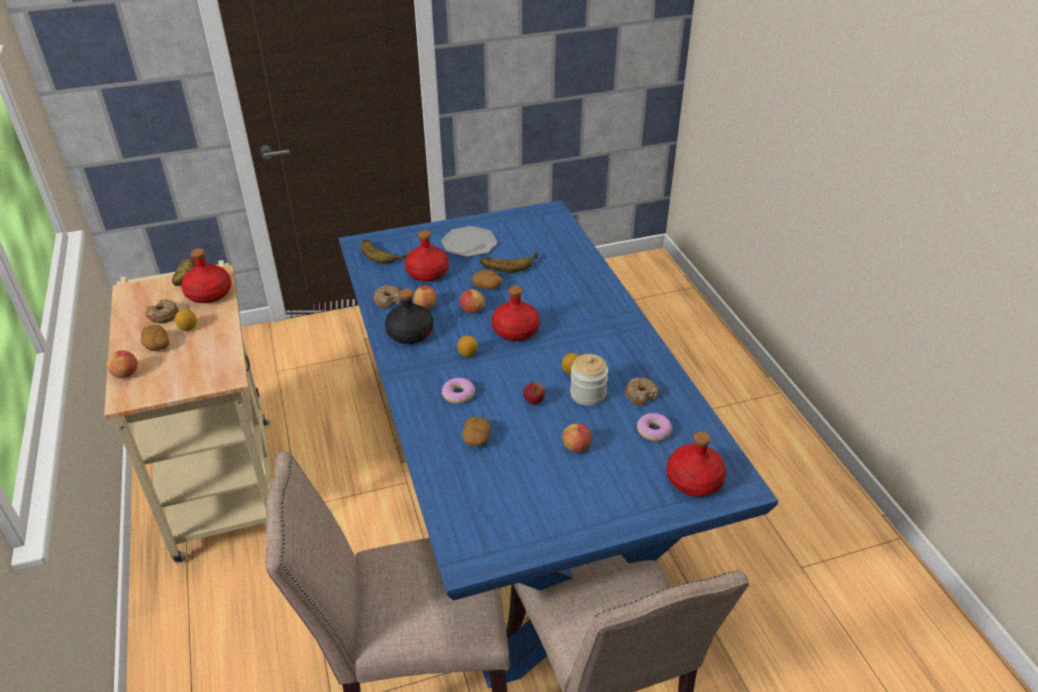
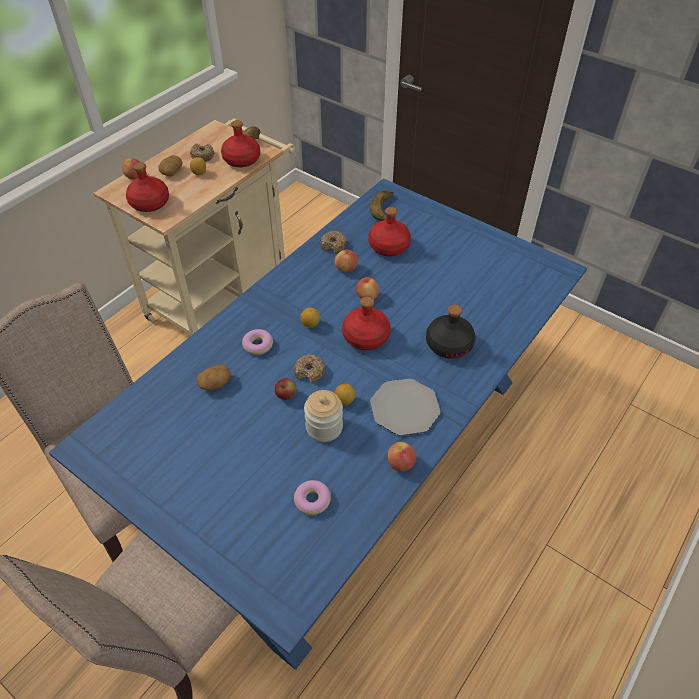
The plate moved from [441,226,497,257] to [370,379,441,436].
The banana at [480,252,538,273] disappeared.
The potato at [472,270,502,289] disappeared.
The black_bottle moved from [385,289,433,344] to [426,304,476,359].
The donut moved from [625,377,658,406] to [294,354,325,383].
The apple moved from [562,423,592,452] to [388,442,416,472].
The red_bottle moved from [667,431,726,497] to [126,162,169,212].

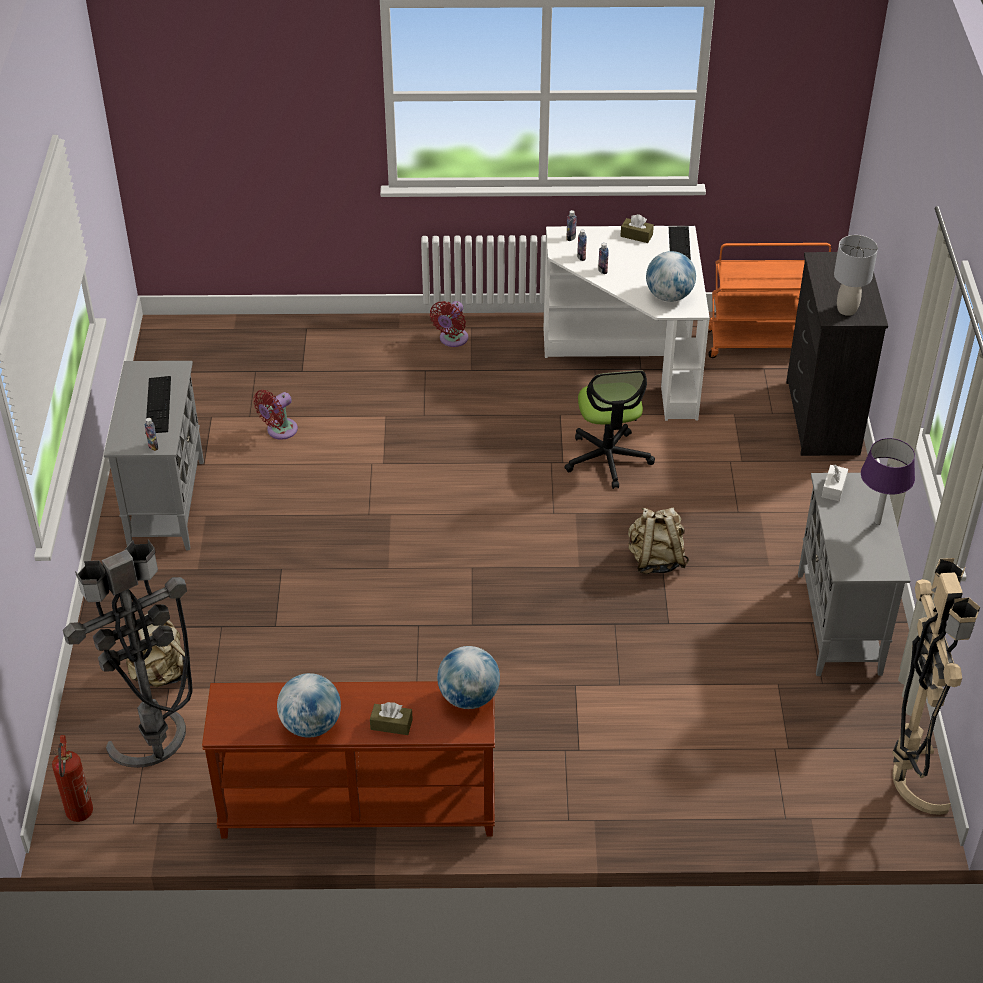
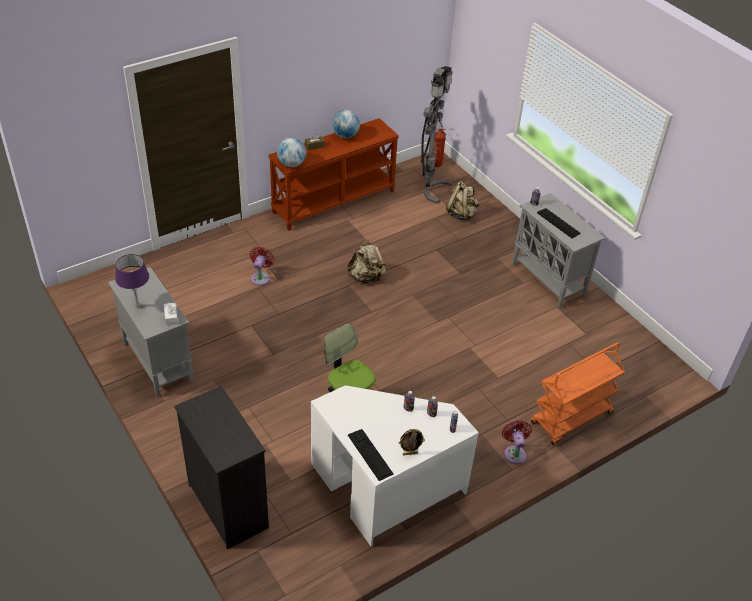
The brown_tissue_box at [621,214,654,243] was replaced by the picture_frame at [399,429,425,455].
The grey_table_lamp at [834,235,878,316] disappeared.
The orange_cart moved from [708,243,831,358] to [531,343,625,445].
The globe at [646,251,696,302] disappeared.
The red_fan moved from [254,390,298,440] to [250,247,274,286].
The beige_backpack moved from [628,507,689,574] to [347,240,386,283].
The beige_floor_lamp at [892,558,980,815] disappeared.

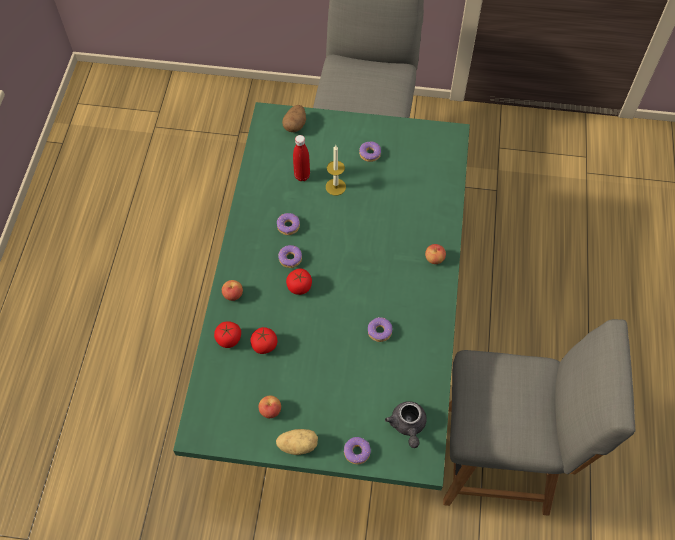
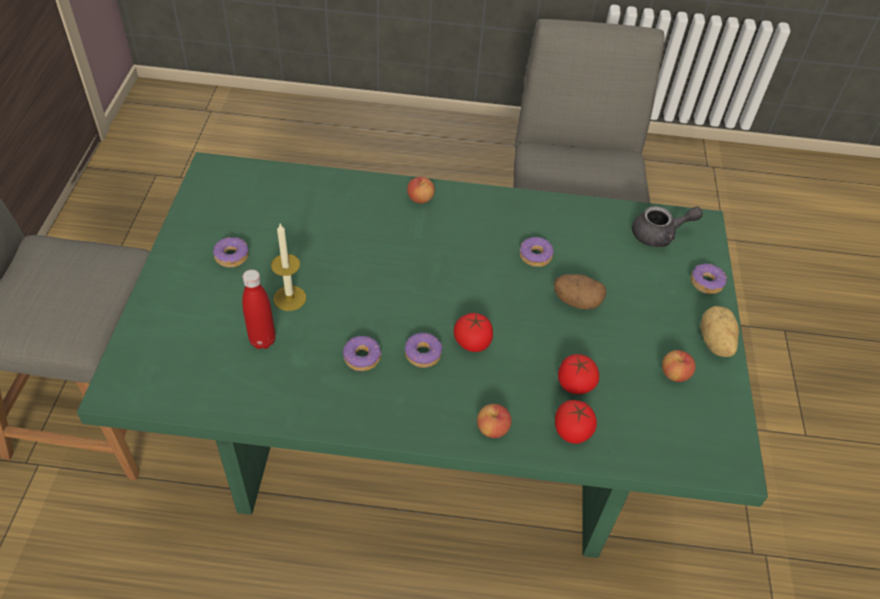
The potato moved from [282,105,306,132] to [554,274,606,309].

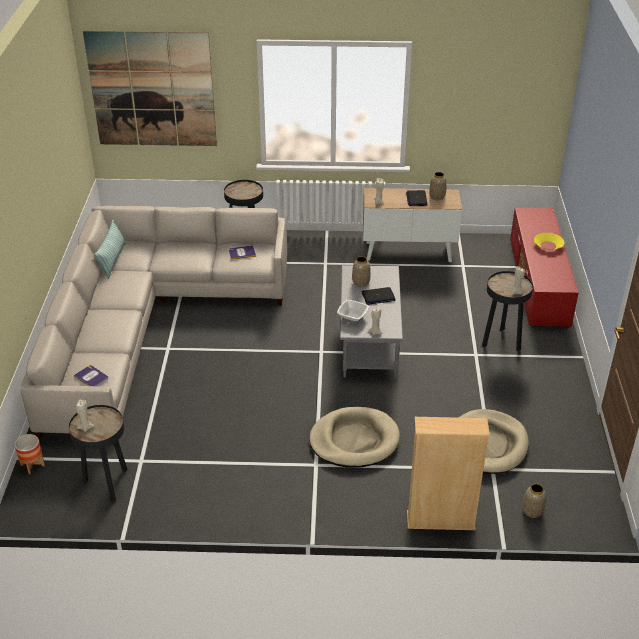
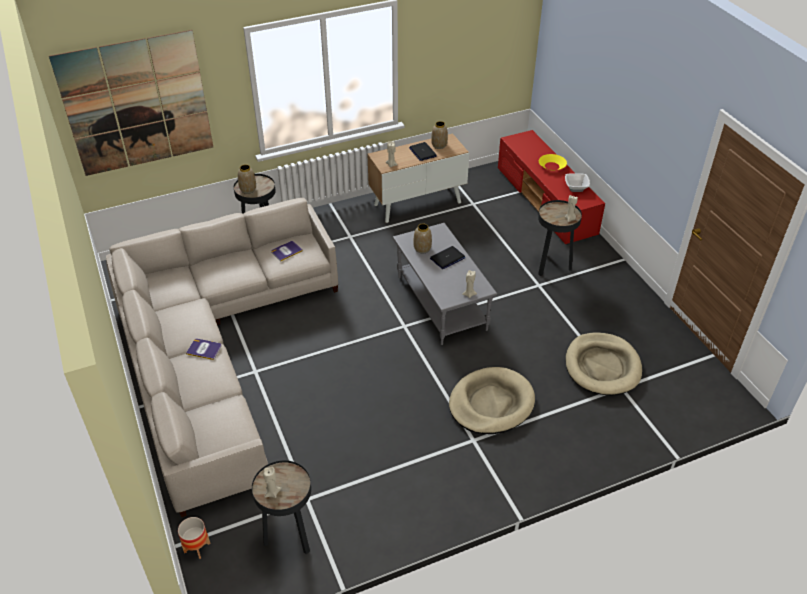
The pillow at [94,220,126,279] disappeared.
The bowl moved from [337,300,369,324] to [565,173,590,192].
The book moved from [73,365,109,386] to [186,339,222,360].
The beige_bookcase at [407,417,490,530] disappeared.
The vase moved from [522,484,546,518] to [238,164,256,194].

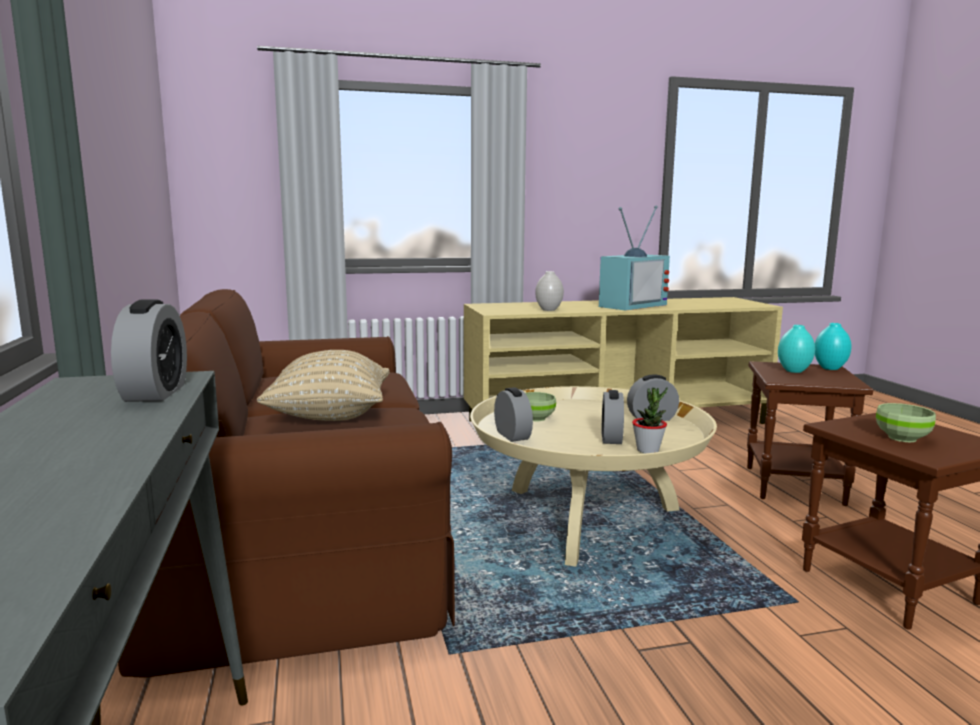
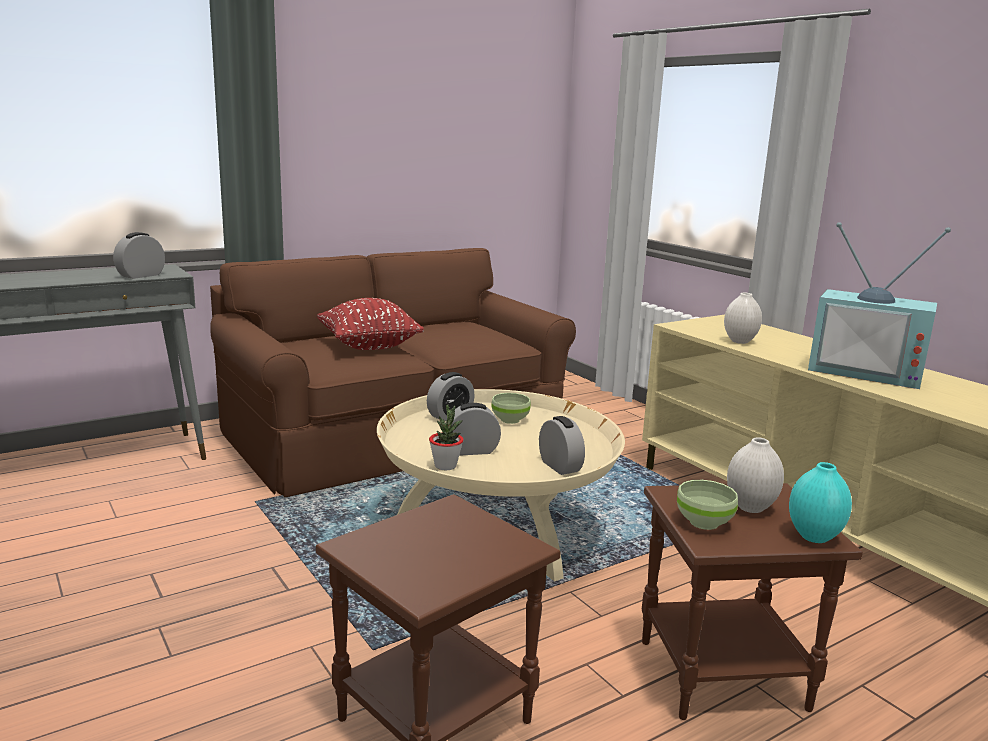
The alarm_clock at [111,299,187,402] turned 150 degrees clockwise.
The turquoise_vase at [778,325,815,373] became the white_vase at [727,437,784,513].
The beige_pillow at [257,350,390,421] became the red_pillow at [317,298,424,350].
The green_bowl moved from [876,403,936,442] to [677,480,738,530].

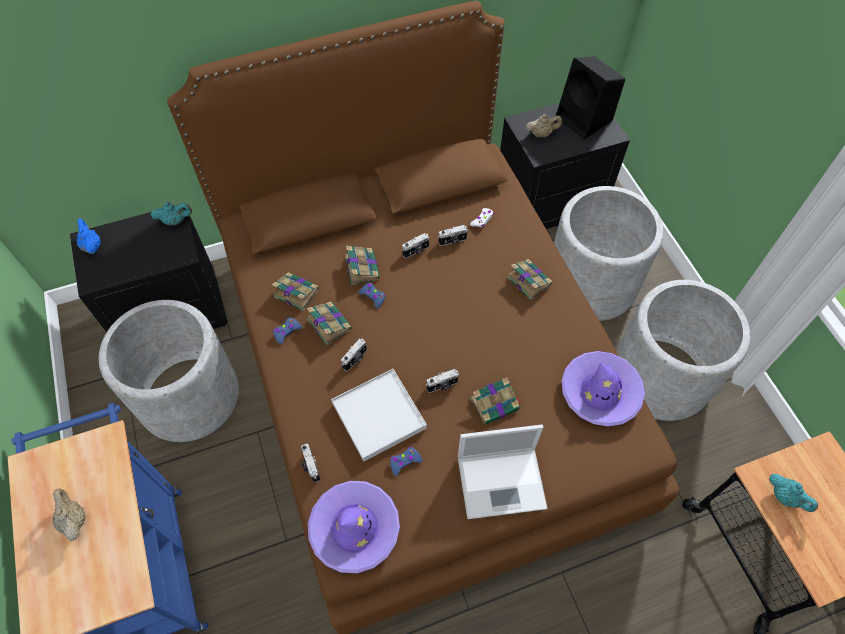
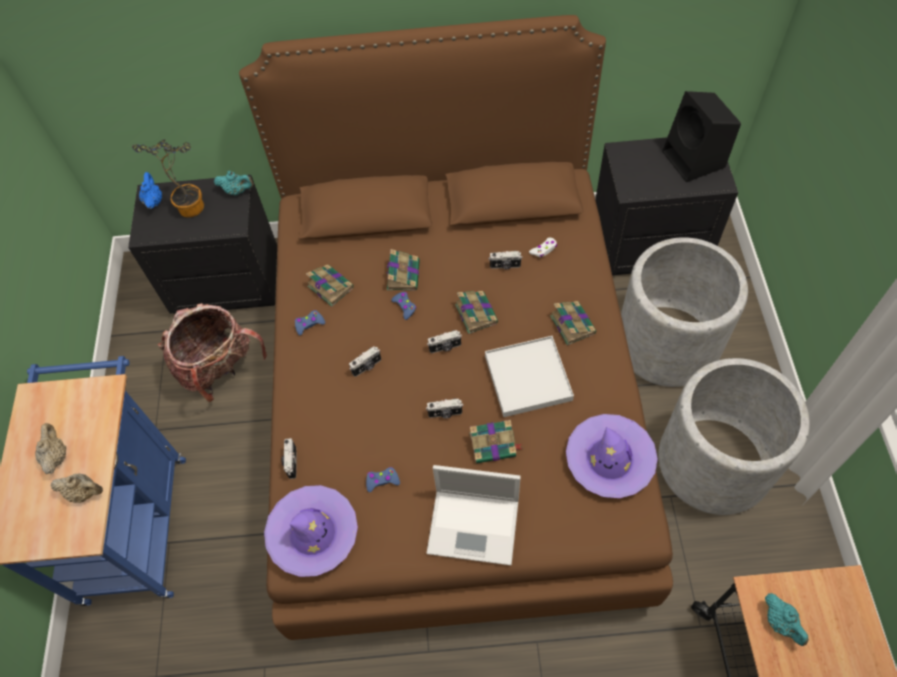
The beige_teapot moved from [525,114,562,137] to [50,474,103,503].
The photo_camera moved from [402,233,430,259] to [427,330,462,353].
The grey_planter at [99,300,239,442] was replaced by the backpack at [158,303,267,402].
The book moved from [307,302,352,346] to [455,290,498,334].
The white_tray moved from [331,369,427,462] to [485,336,574,417].
The potted_plant at [132,139,204,218] appeared.

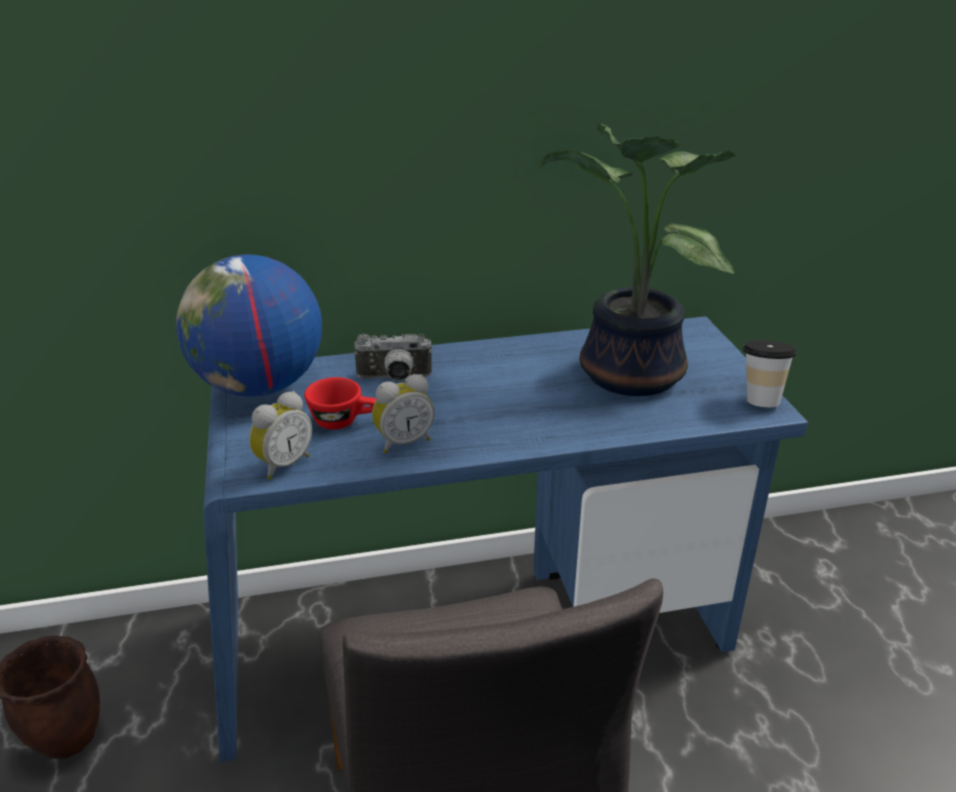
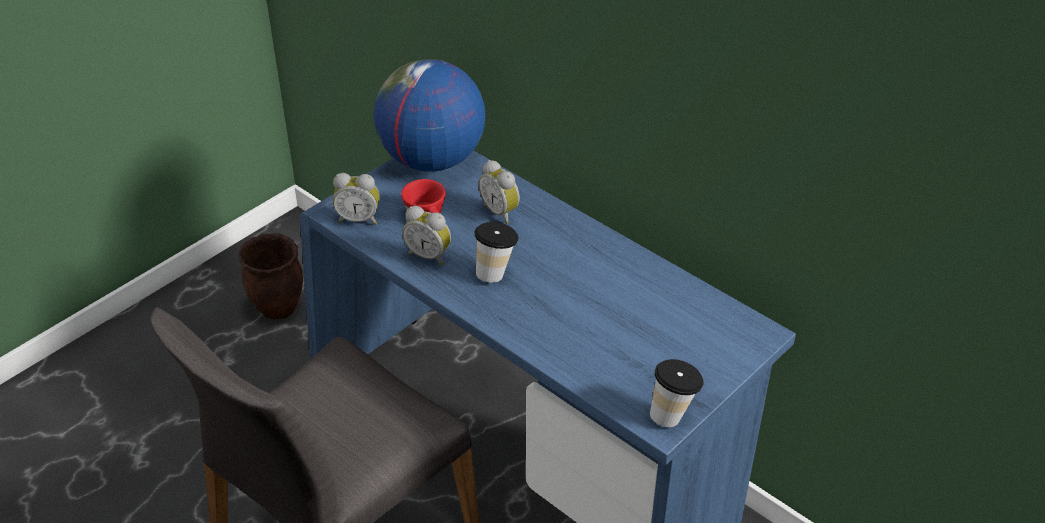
The potted_plant at [540,124,736,396] disappeared.
The photo_camera at [353,334,433,381] was replaced by the alarm_clock at [478,160,520,224].
The cup at [475,222,518,283] appeared.

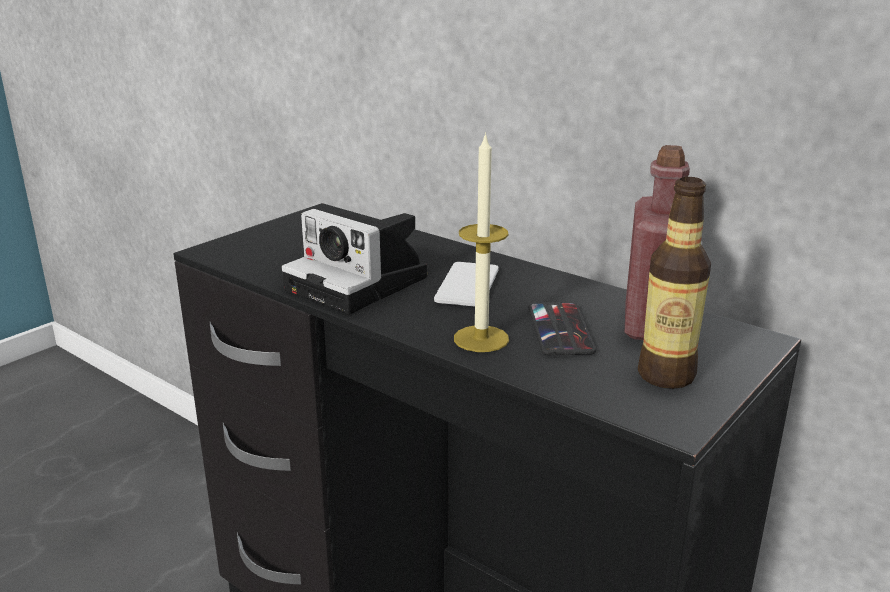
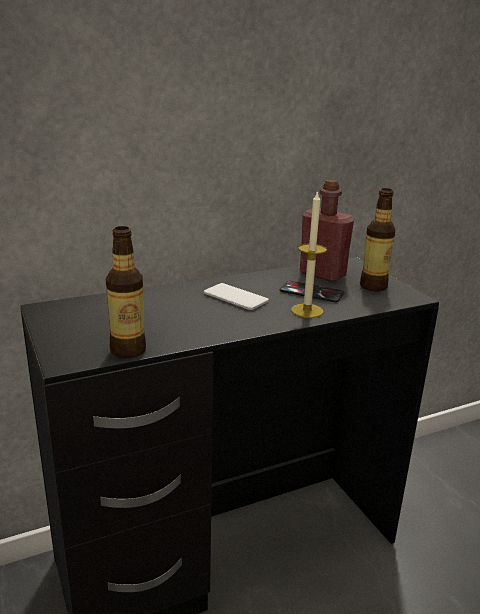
The photo_camera at [282,209,427,314] disappeared.
The bottle at [106,226,146,358] appeared.

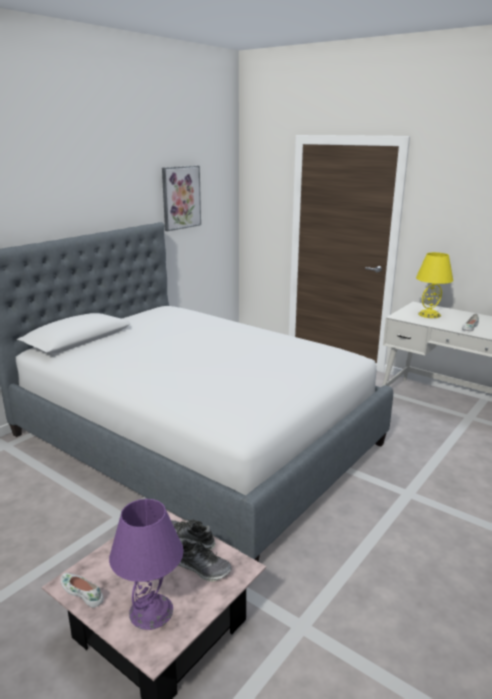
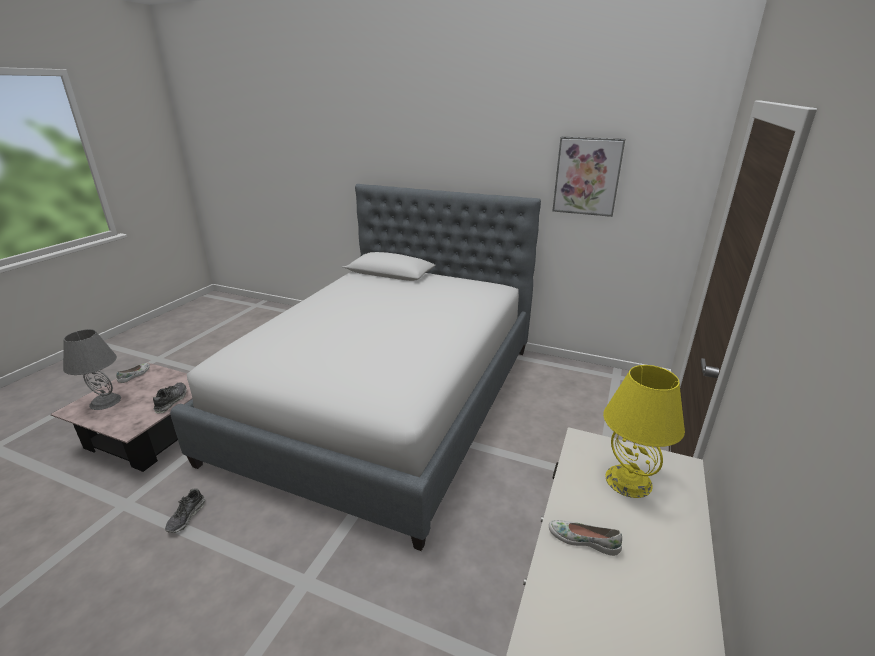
The purple_table_lamp at [109,499,183,630] became the grey_table_lamp at [63,329,121,410].
The shoe moved from [178,539,232,582] to [165,488,205,533].

